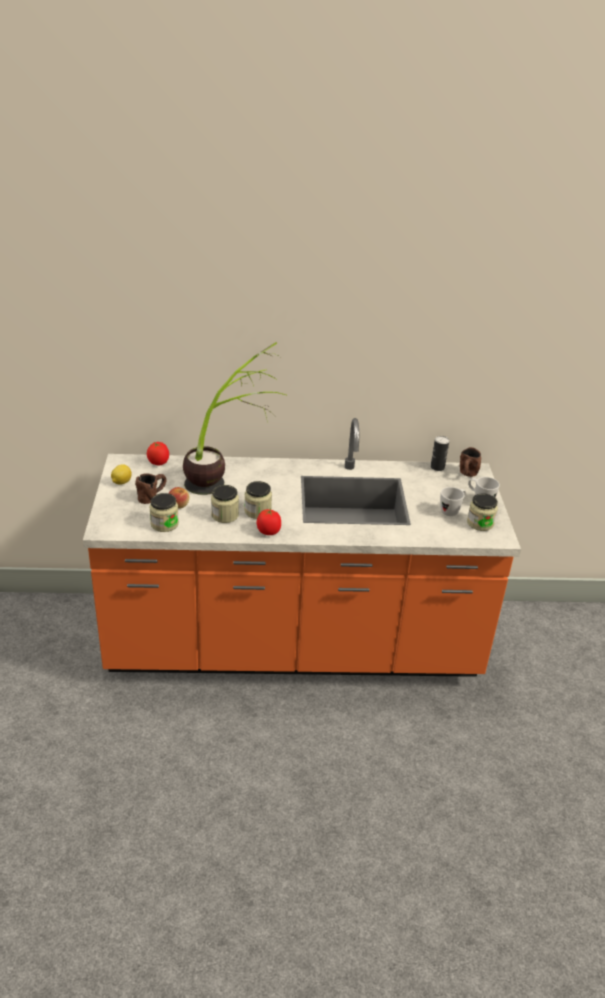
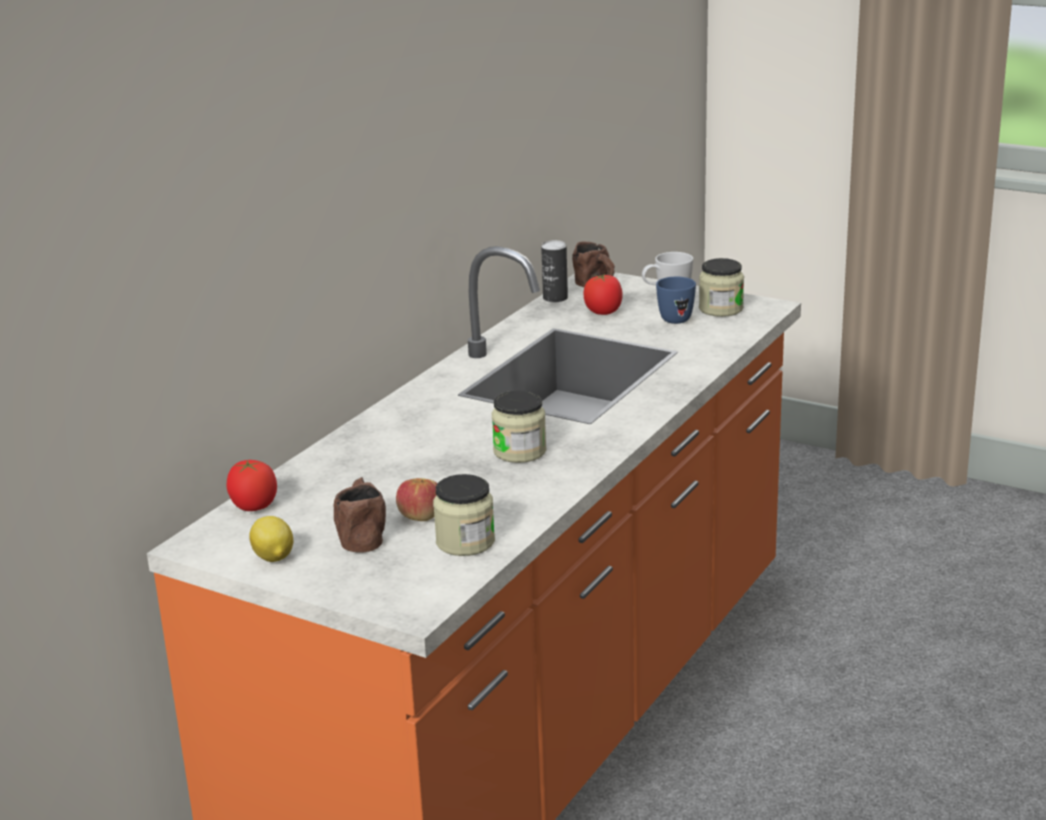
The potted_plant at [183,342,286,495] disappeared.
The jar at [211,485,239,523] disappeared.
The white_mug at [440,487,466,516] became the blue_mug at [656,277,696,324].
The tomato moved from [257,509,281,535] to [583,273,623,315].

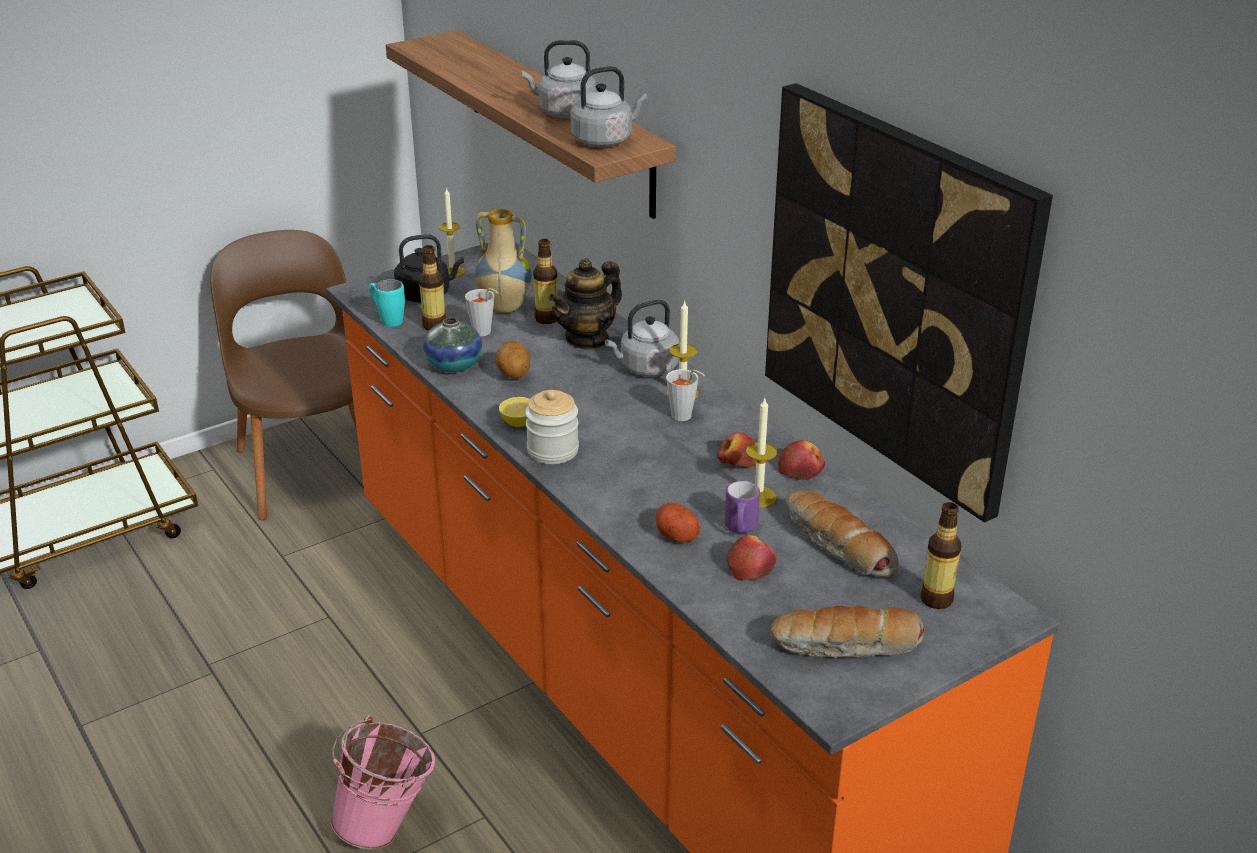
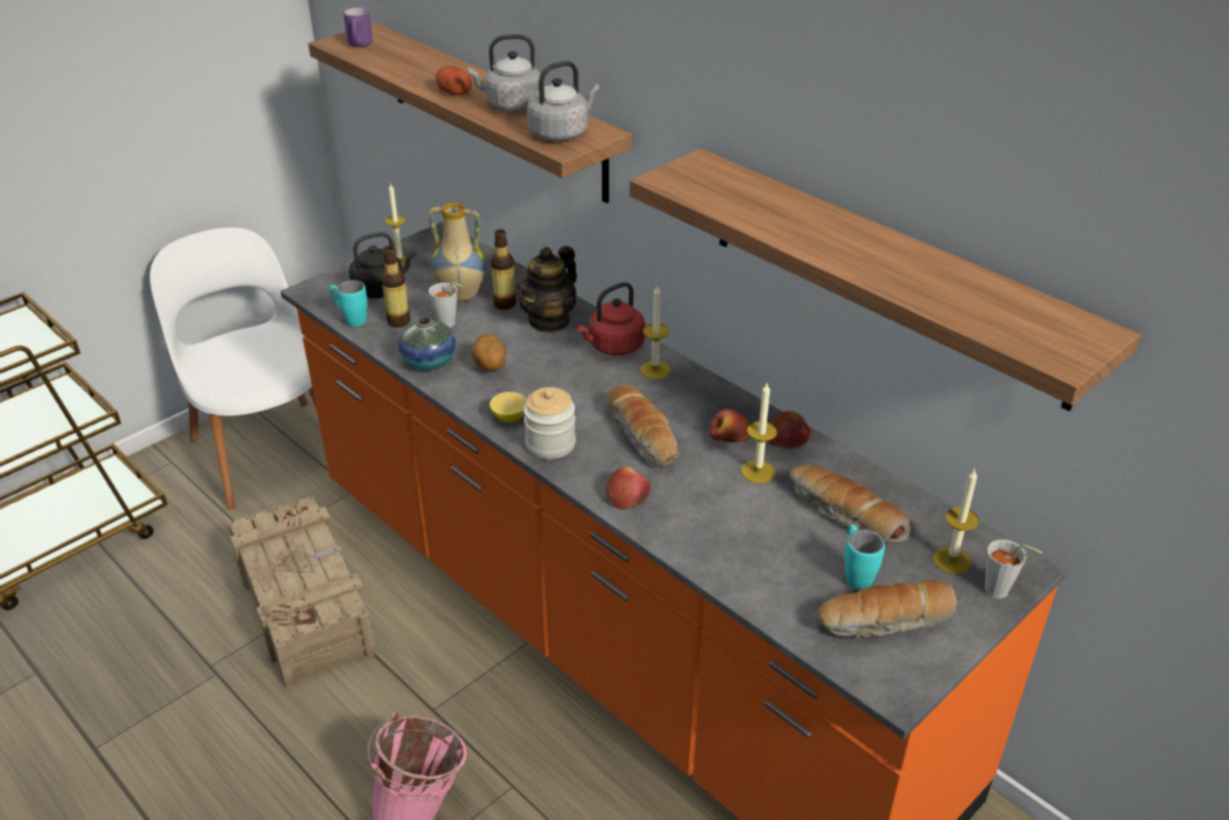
The picture at [765,83,1053,523] was replaced by the shelf at [630,149,1141,411].
The brown_chair at [210,230,357,520] became the white_chair at [150,227,317,510].
The grey_kettle at [605,300,679,376] became the red_kettle at [576,282,645,356].
The grey_cup moved from [666,369,705,421] to [985,540,1043,598].
The purple_mug moved from [725,481,760,533] to [344,8,373,47].
The potato moved from [656,502,700,543] to [436,66,472,95].
The bottle at [920,502,961,609] was replaced by the candle at [933,468,979,574].
The apple moved from [726,535,776,581] to [606,467,650,510].
The bread at [605,385,679,468] appeared.
The crate at [228,496,376,688] appeared.
The turquoise_mug at [844,524,885,589] appeared.

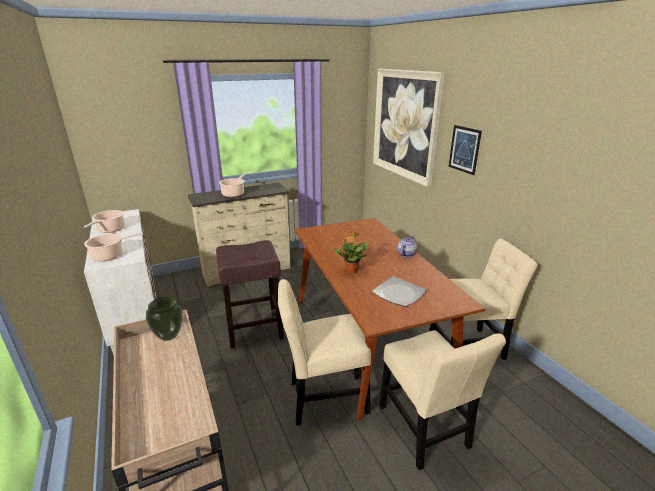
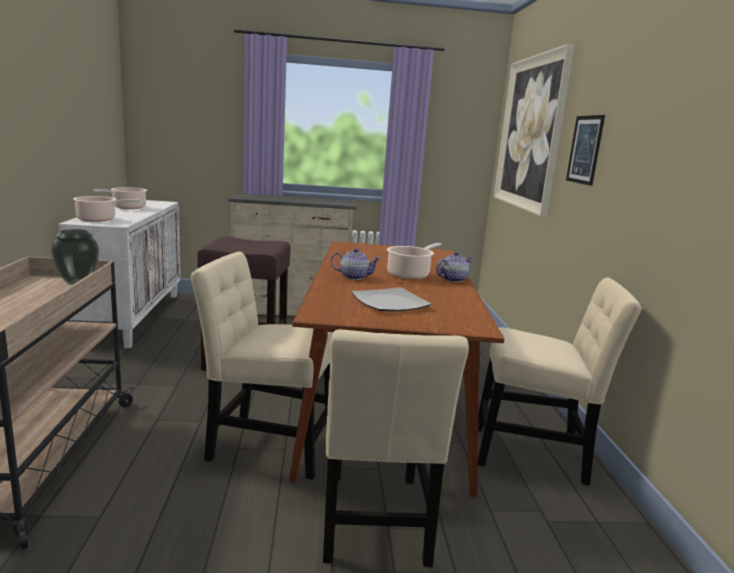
The cooking_pot moved from [219,173,247,197] to [387,243,442,280].
The potted_plant at [334,231,368,273] was replaced by the teapot at [331,248,381,280].

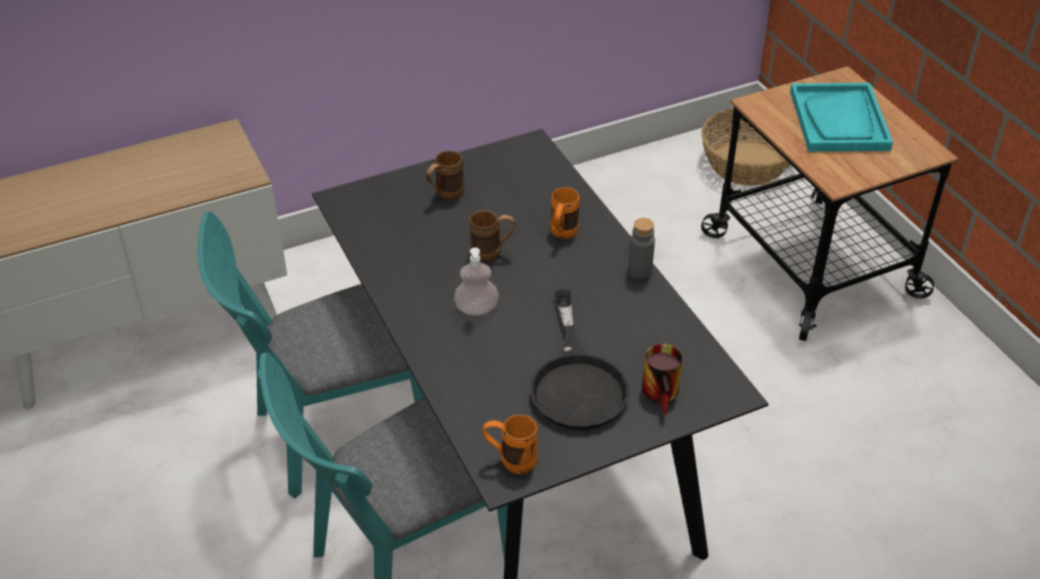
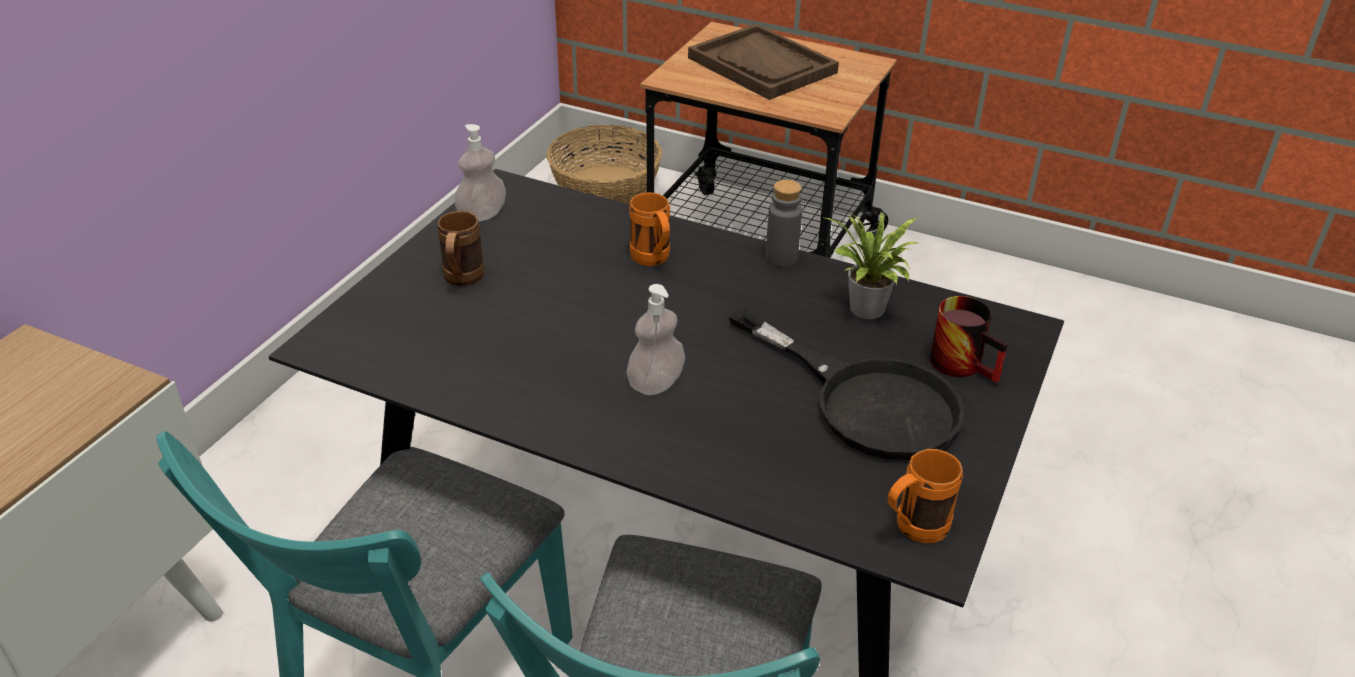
The turquoise_tray at [790,83,893,152] became the brown_tray at [688,24,839,100].
The brown_mug at [469,210,515,263] disappeared.
The soap_dispenser at [455,124,506,222] appeared.
The potted_plant at [822,212,919,319] appeared.

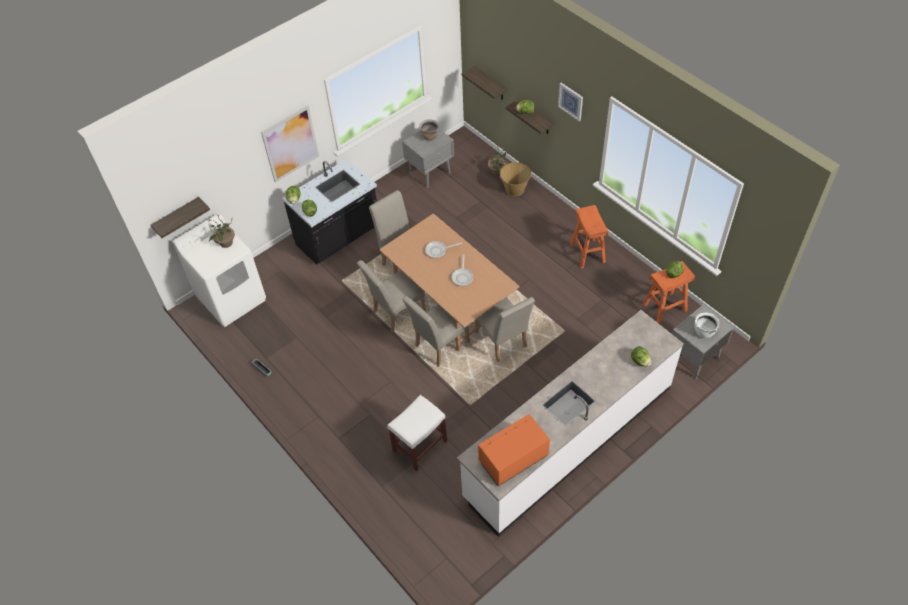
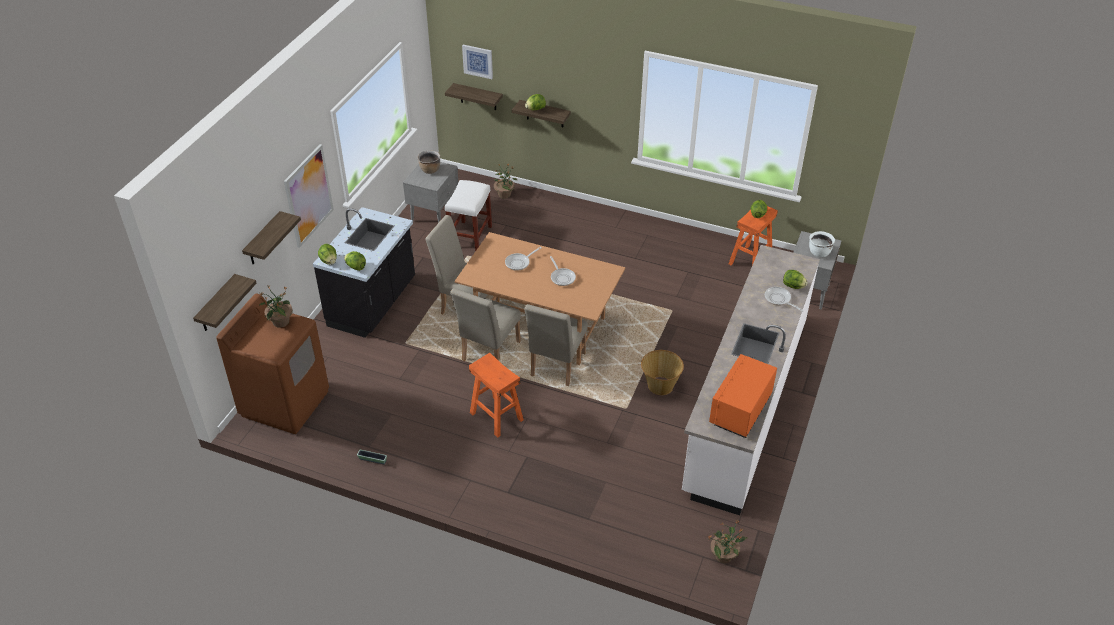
The picture moved from [558,83,583,121] to [462,45,493,79].
The basket moved from [499,162,531,196] to [641,350,684,395].
The orange_stool moved from [570,205,608,268] to [469,353,524,438].
The white_washing_machine at [172,213,266,327] became the brown_washing_machine at [216,293,329,434].
The beige_chair at [475,297,535,362] disappeared.
The white_stool moved from [387,395,447,471] to [445,180,492,251].
The shelf at [242,211,301,264] appeared.
The frying_pan at [765,287,804,312] appeared.
The potted_plant at [708,520,747,563] appeared.

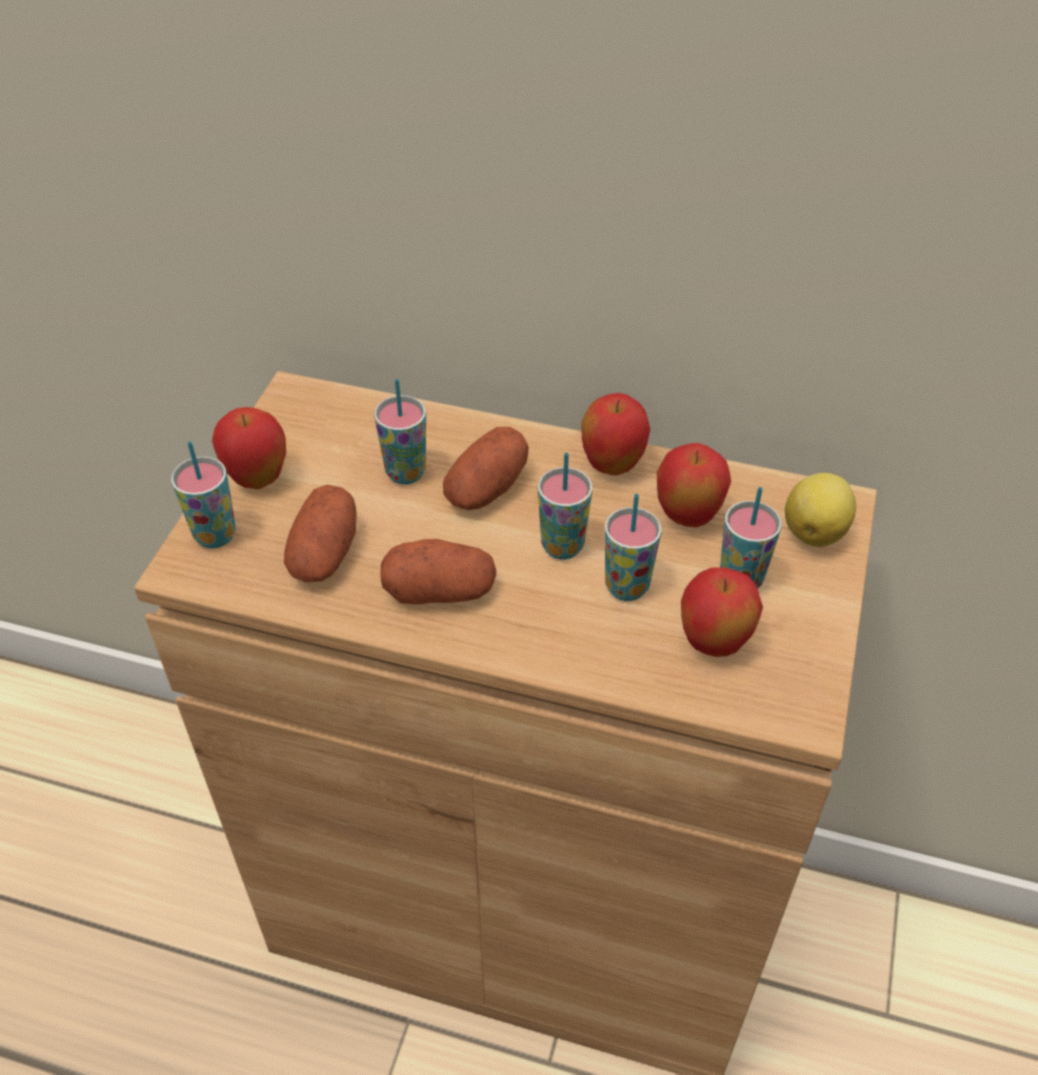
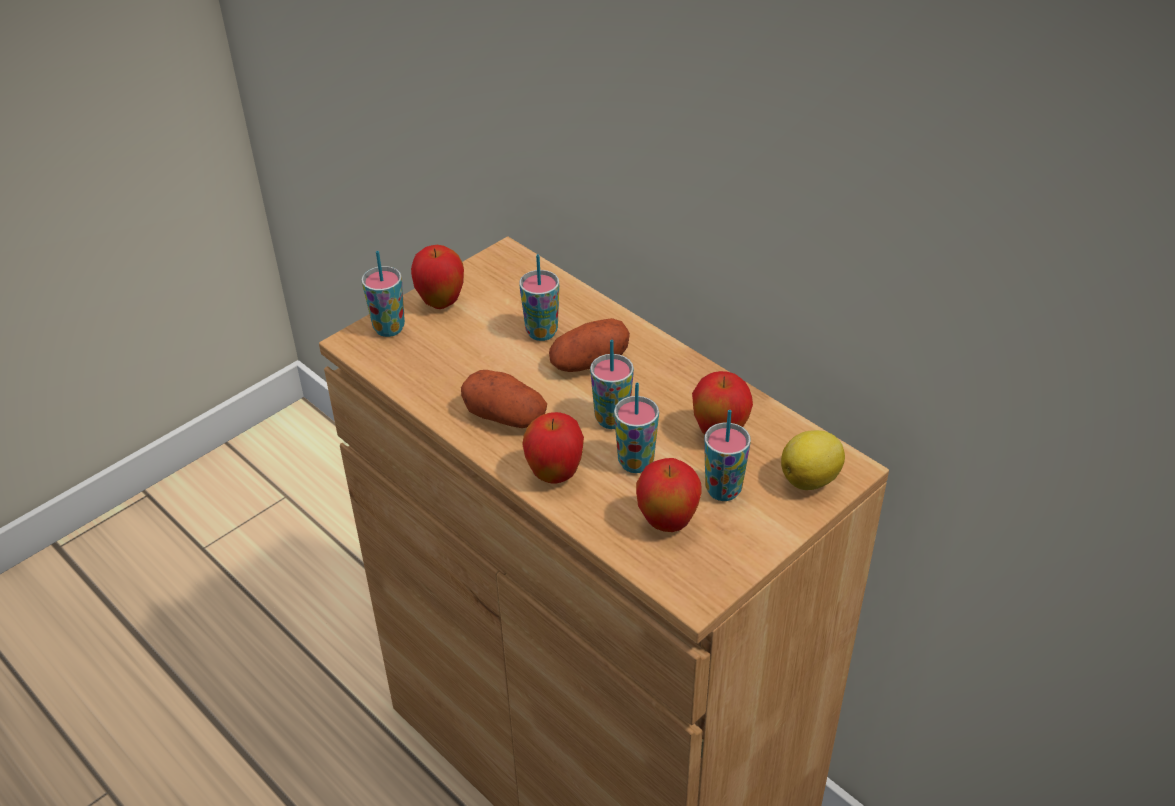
The apple moved from [581,393,650,475] to [522,412,584,484].
The potato at [284,485,357,582] disappeared.

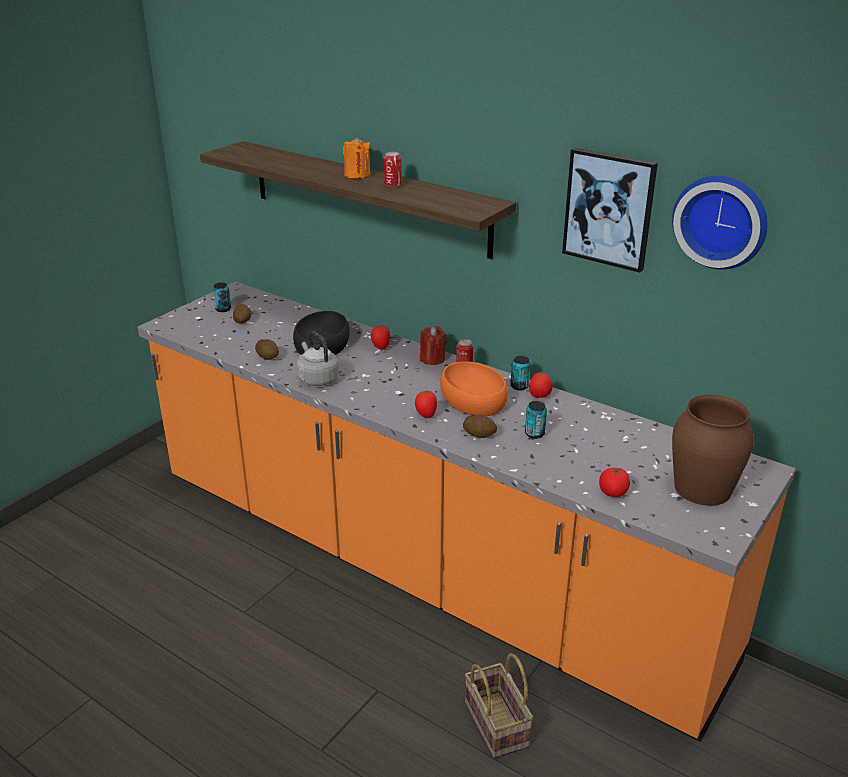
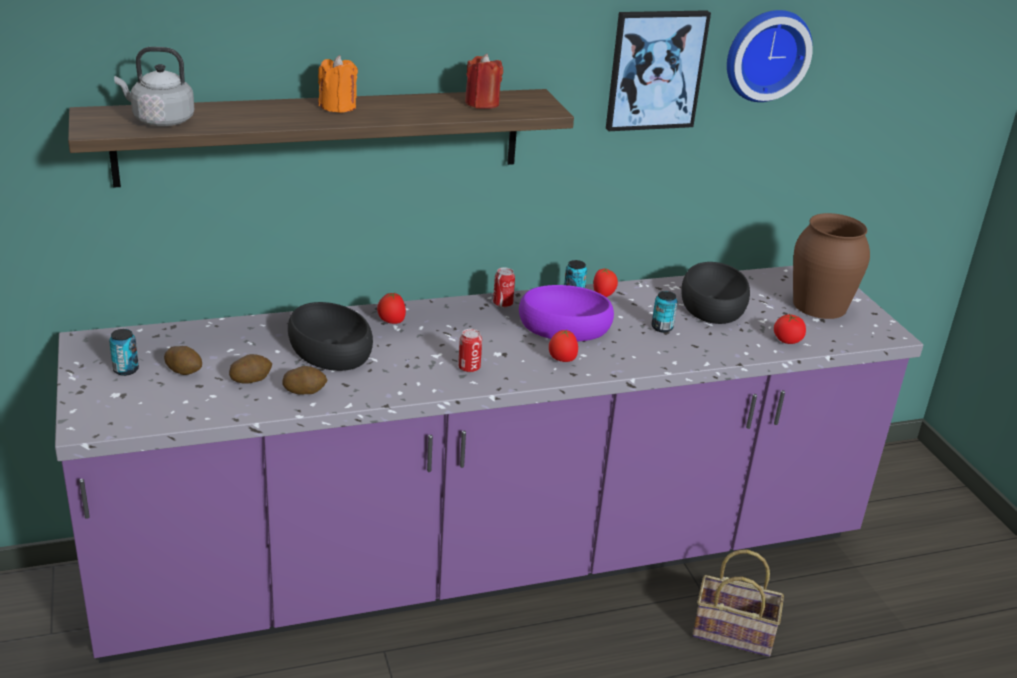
The can moved from [384,152,402,187] to [458,329,482,372].
The orange_counter at [138,282,796,742] became the purple_counter at [55,266,924,663].
The red_candle moved from [420,326,447,365] to [465,54,503,109].
The grey_kettle moved from [297,331,339,386] to [114,47,195,126].
The orange_bowl at [440,361,508,416] became the purple_bowl at [519,285,614,341].
The potato moved from [463,415,497,438] to [229,354,272,384].
The black_bowl at [681,262,750,324] appeared.

